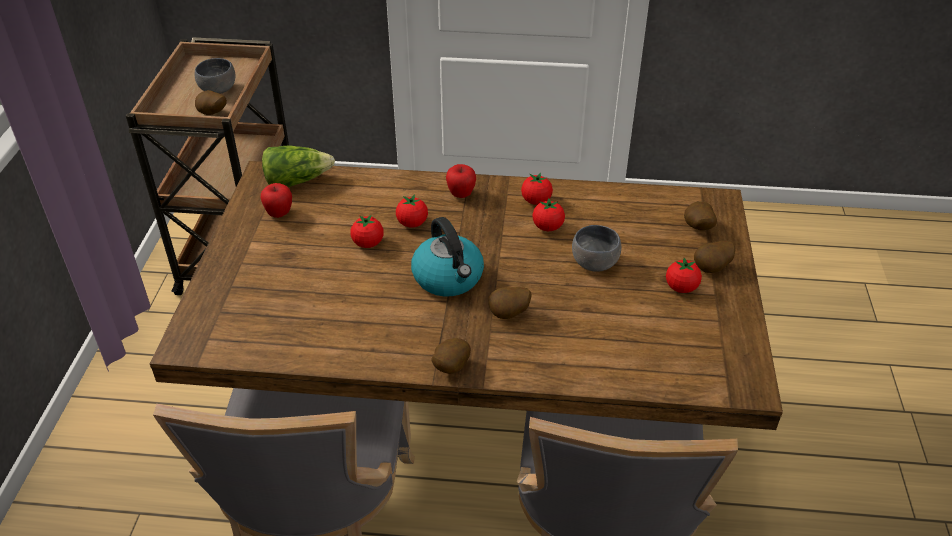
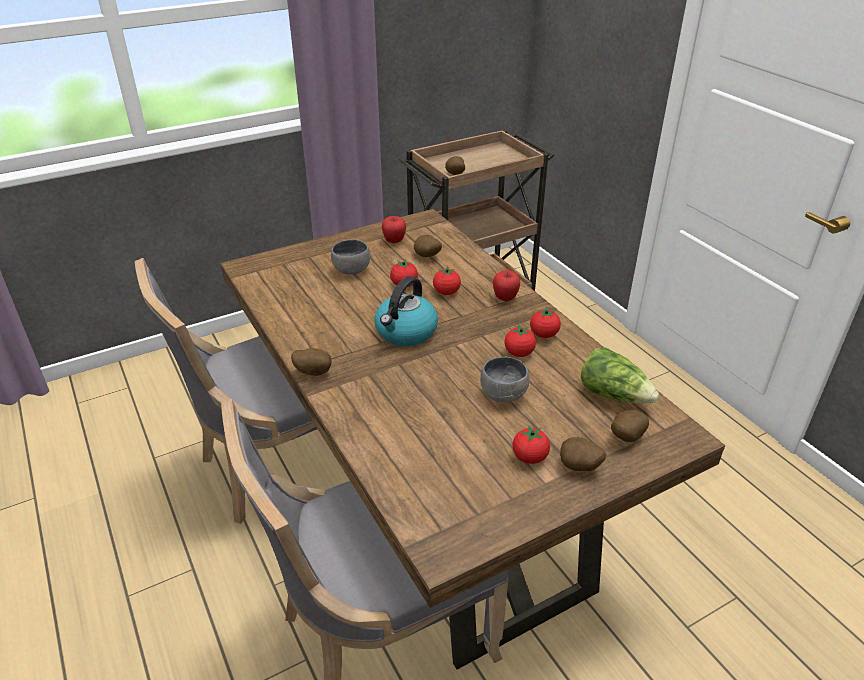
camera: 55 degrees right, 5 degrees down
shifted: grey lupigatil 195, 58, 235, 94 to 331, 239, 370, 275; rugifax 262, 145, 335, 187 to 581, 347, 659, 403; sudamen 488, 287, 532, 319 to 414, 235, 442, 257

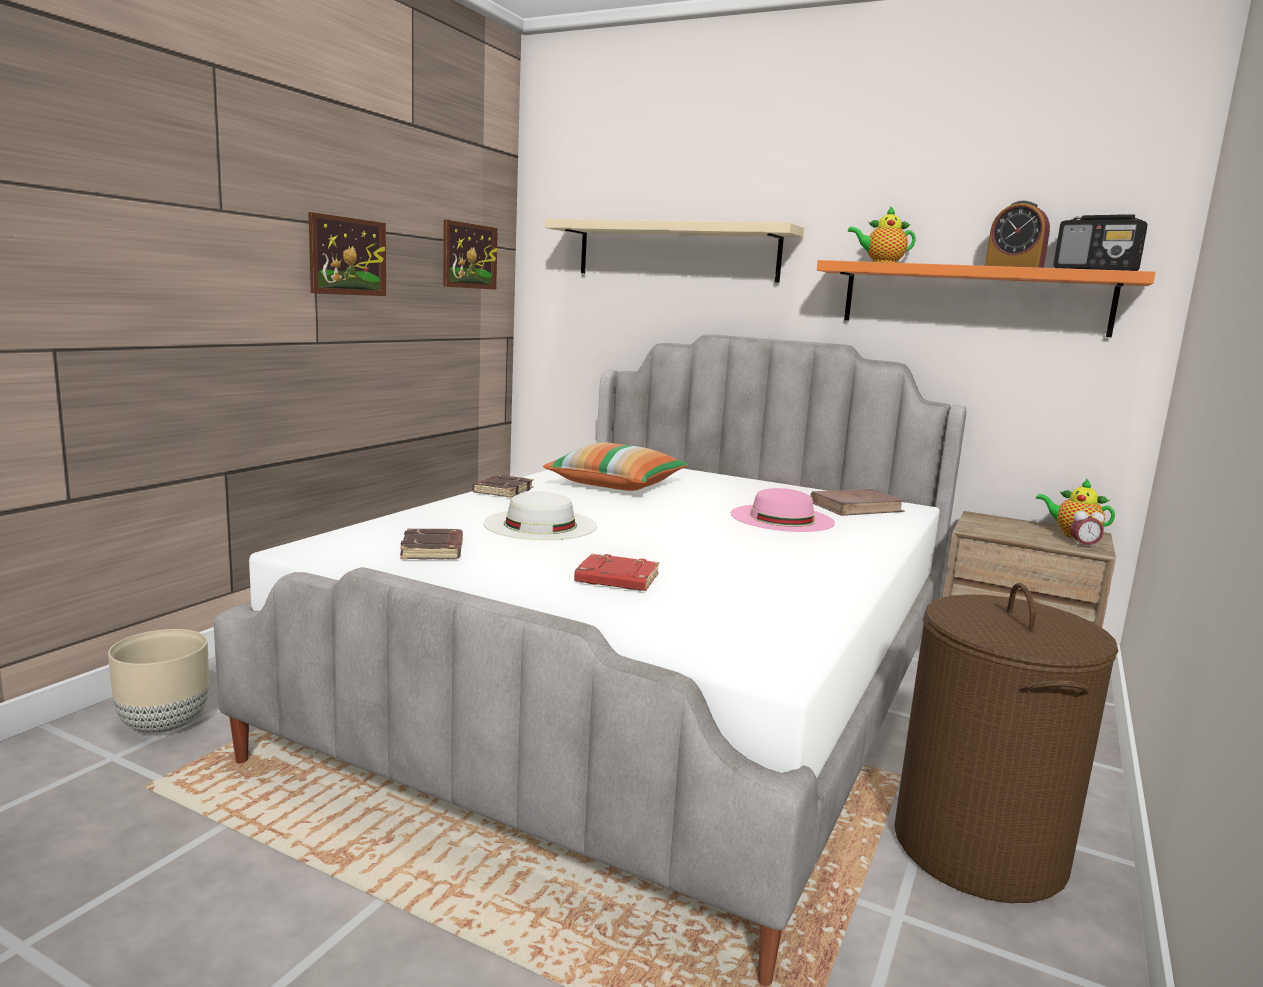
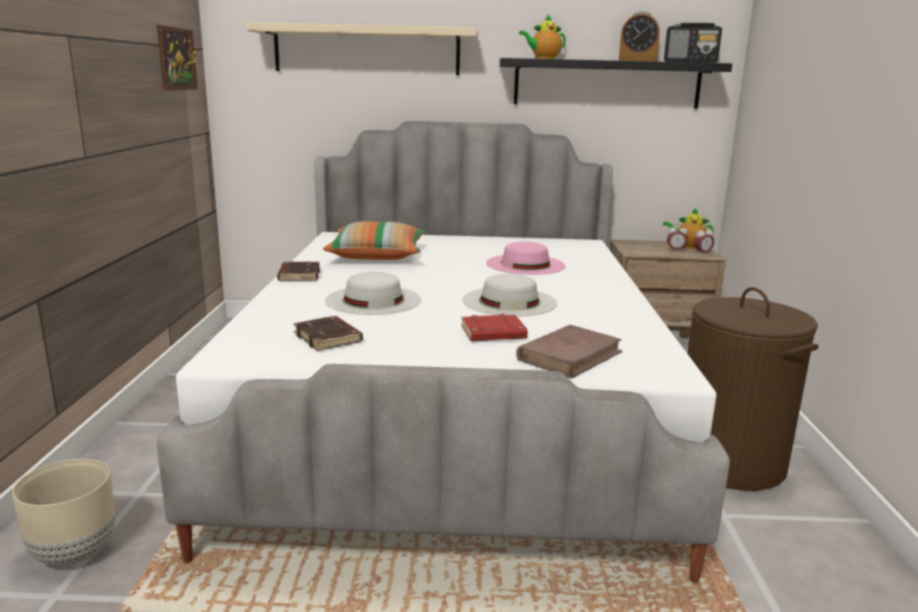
camera: 25 degrees left, 5 degrees up
gone: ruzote 308, 212, 386, 296
new: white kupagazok 463, 274, 557, 316; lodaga 667, 224, 688, 251
shifted: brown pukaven 810, 489, 905, 516 to 516, 325, 622, 379
repainted: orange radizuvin 817, 260, 1156, 337 to black radizuvin 499, 58, 732, 109

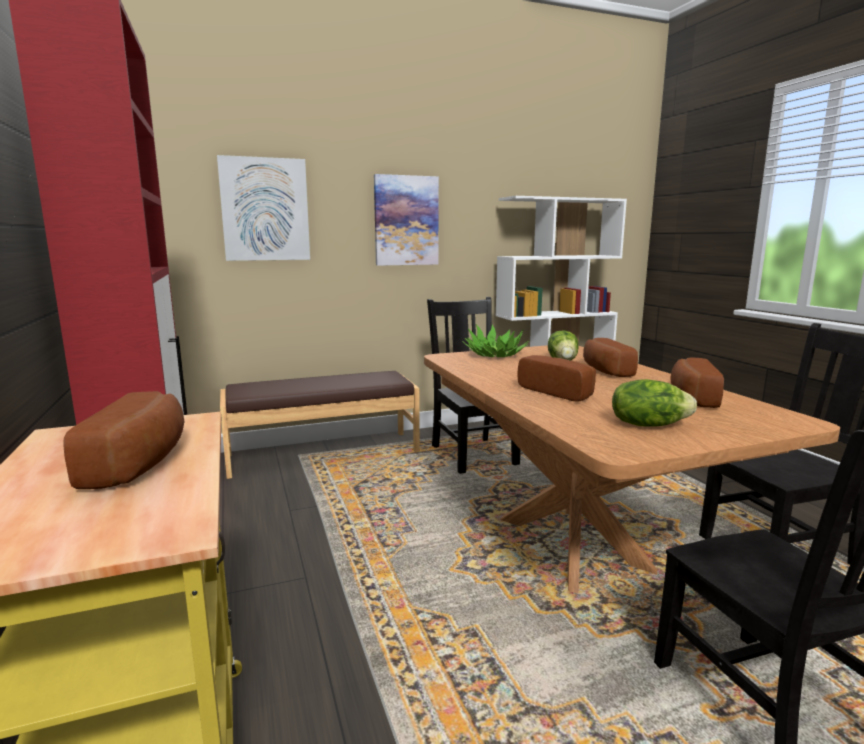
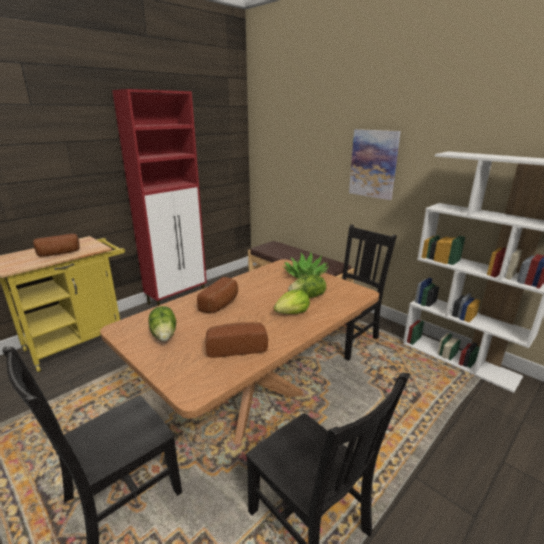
camera: 65 degrees right, 10 degrees up
gone: ruzote 217, 155, 310, 261
swapped: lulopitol 583, 338, 638, 377 to rugifax 274, 290, 310, 314

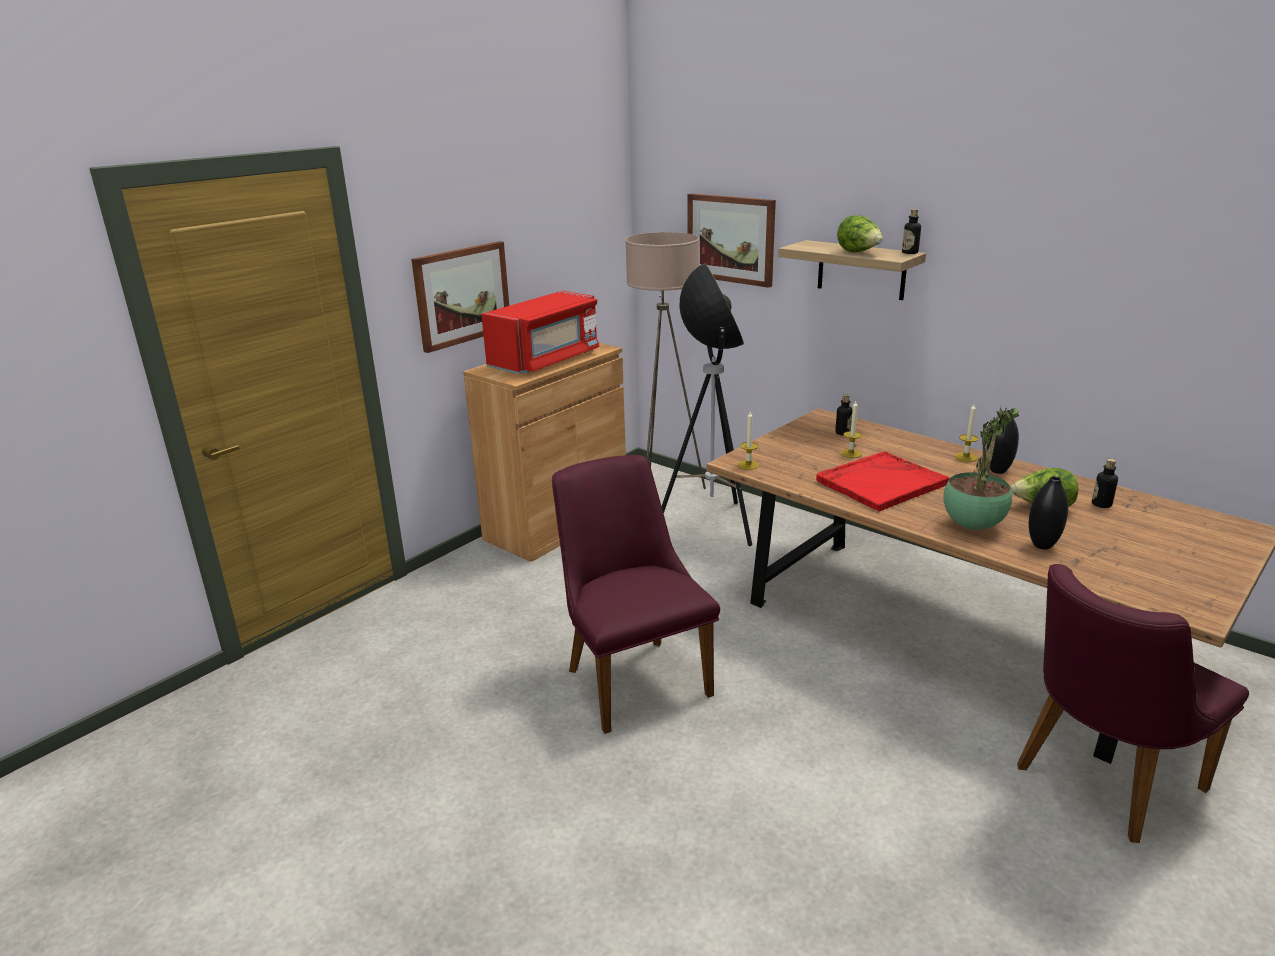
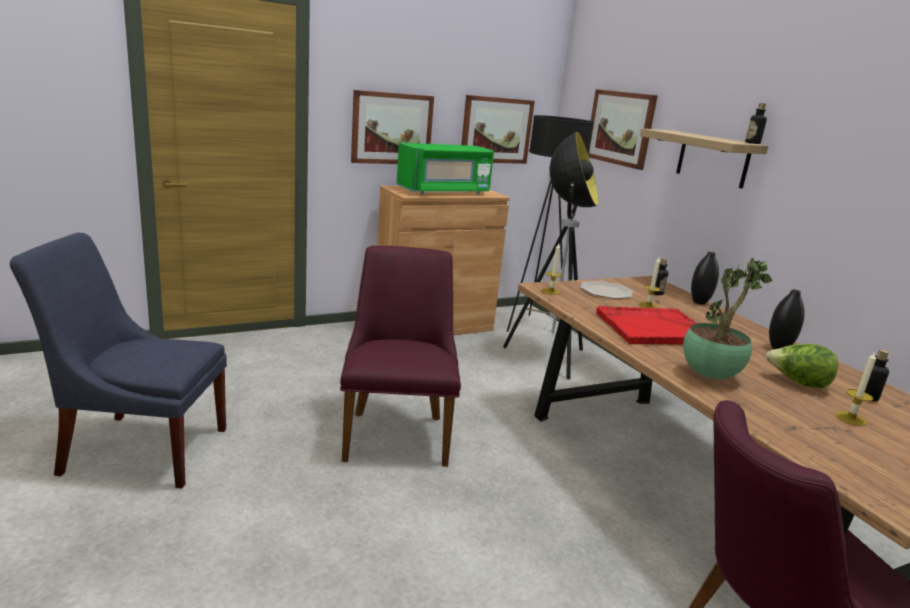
camera: 20 degrees right, 5 degrees down
gone: rugifax 837, 215, 883, 252
new: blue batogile 10, 232, 227, 488; ruzote 461, 95, 535, 164; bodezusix 580, 281, 633, 299
shifted: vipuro 955, 404, 979, 462 to 836, 352, 876, 426; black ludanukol 1029, 476, 1068, 549 to 691, 252, 719, 305
repainted: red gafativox 481, 291, 599, 374 to green gafativox 396, 143, 494, 194; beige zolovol 625, 232, 706, 489 to black zolovol 507, 115, 594, 332

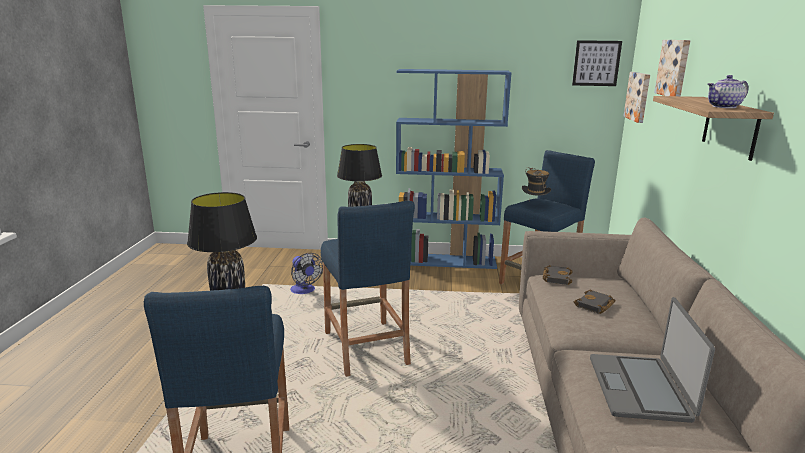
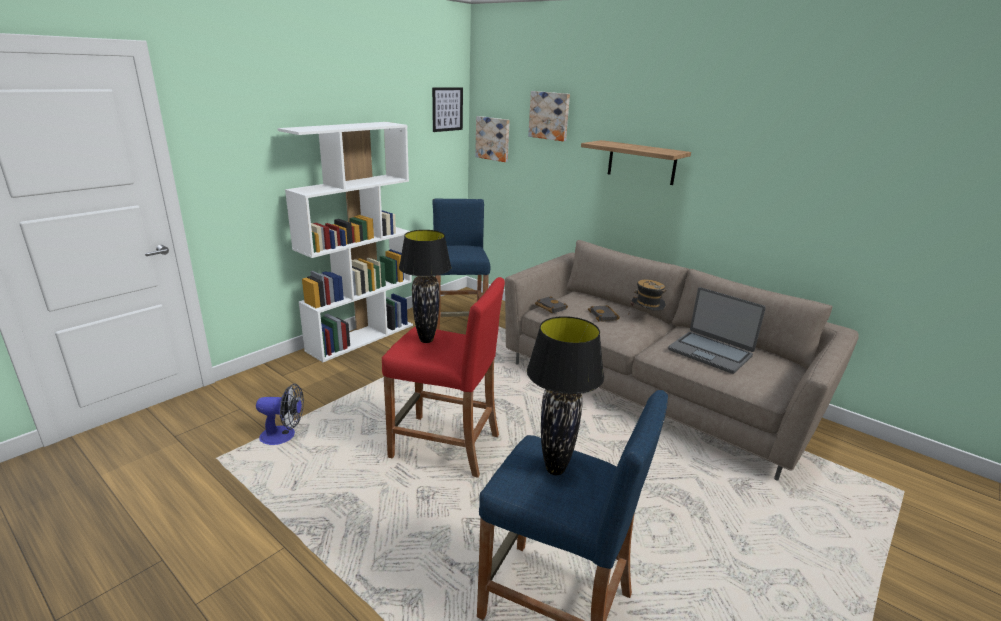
camera: 55 degrees left, 5 degrees up
gone: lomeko 707, 75, 748, 108
shifted: kupagazok 522, 167, 551, 196 to 629, 280, 667, 311
repainted: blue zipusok 321, 201, 415, 377 to red zipusok 382, 277, 505, 478; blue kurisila 396, 69, 512, 269 to white kurisila 278, 122, 413, 362

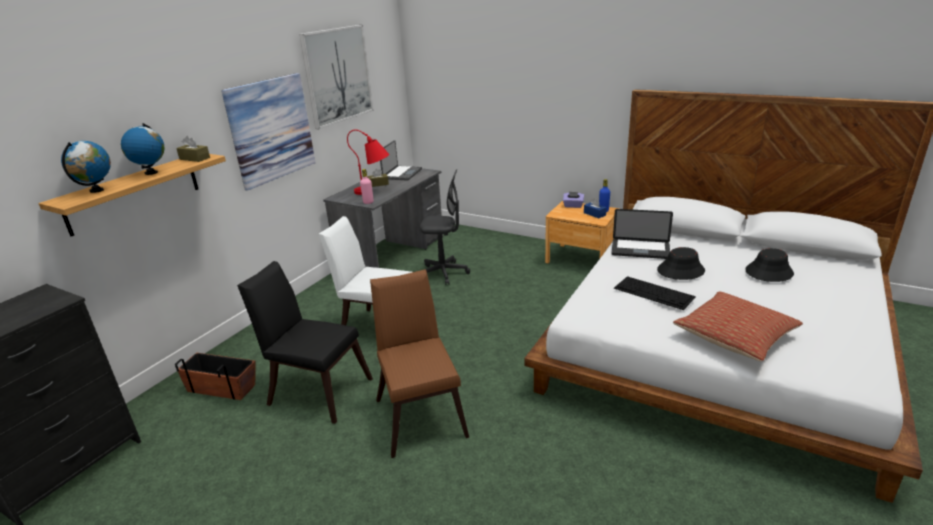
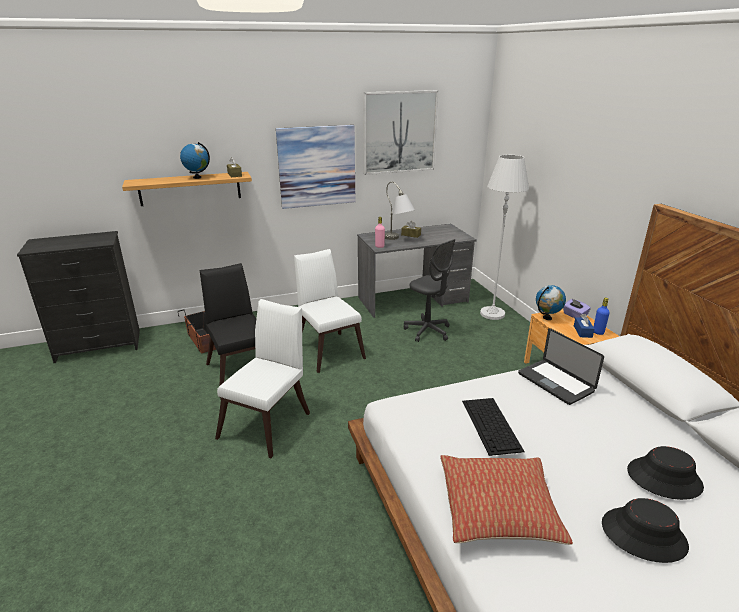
camera: 40 degrees right, 0 degrees up
gone: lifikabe 380, 140, 422, 181
new: white zolovol 480, 155, 529, 320
shifted: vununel 61, 141, 111, 193 to 536, 285, 566, 320; black kupagazok 657, 247, 705, 280 to 602, 498, 689, 563
repainted: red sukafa 347, 130, 389, 195 to grey sukafa 385, 182, 415, 240; brown batogile 370, 269, 469, 458 to white batogile 215, 299, 310, 458

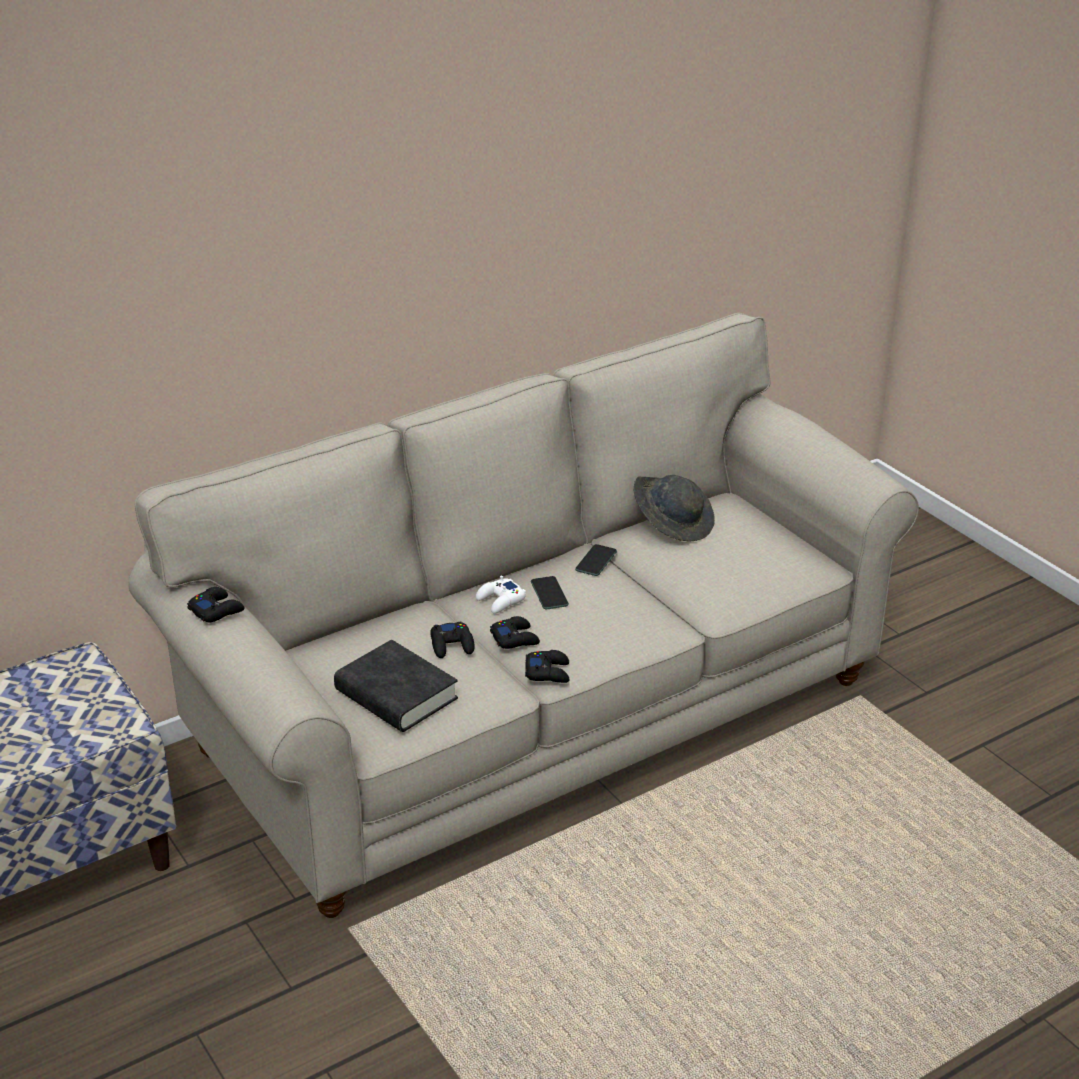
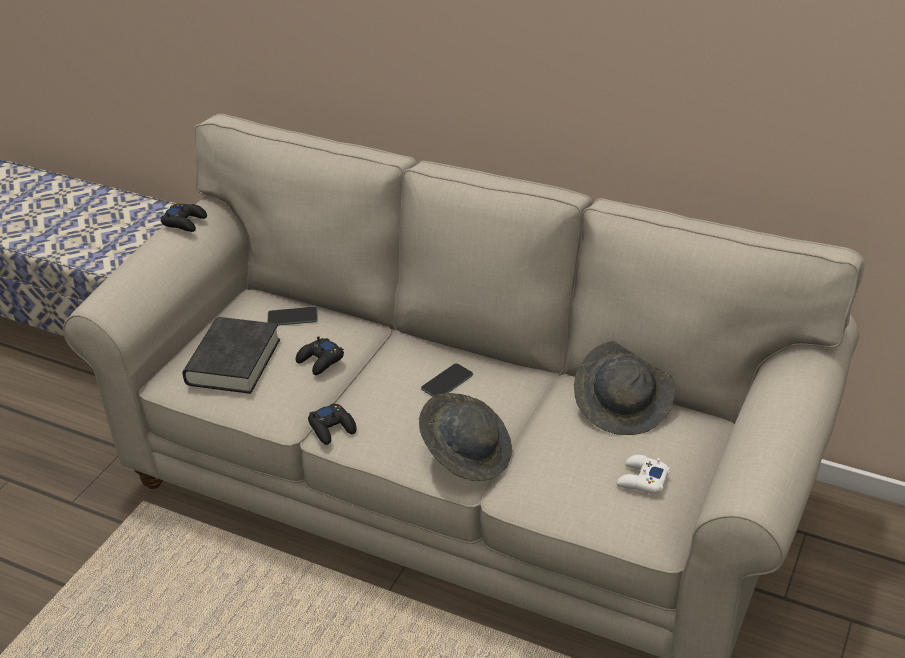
camera: 60 degrees right, 5 degrees up
gone: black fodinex 490, 616, 540, 649
new: grey kupagazok 419, 393, 512, 481
shifted: white fodinex 476, 576, 526, 614 to 617, 455, 670, 494; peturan 575, 544, 617, 576 to 268, 307, 317, 326

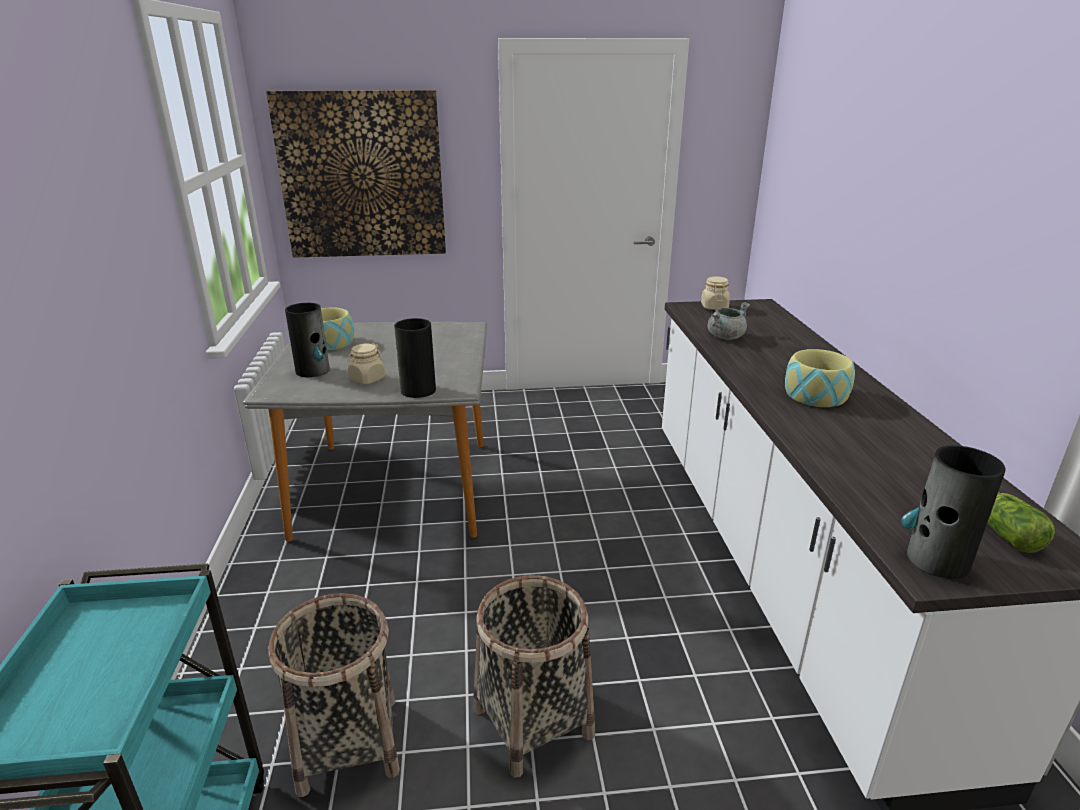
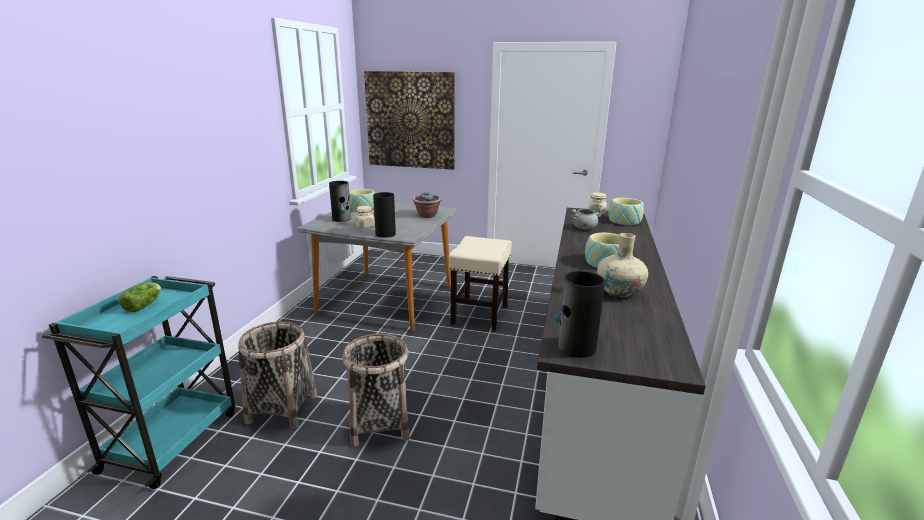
camera: 20 degrees right, 5 degrees down
new: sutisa 412, 193, 442, 218; beige zipusok 449, 236, 512, 331; beige ludanukol 597, 233, 648, 298; lupigatil 608, 198, 644, 225
shifted: rugifax 987, 493, 1055, 553 to 119, 282, 161, 312

